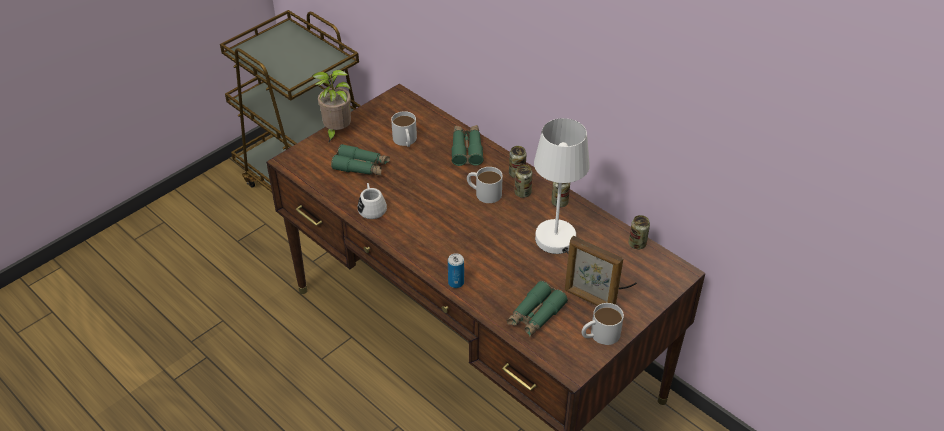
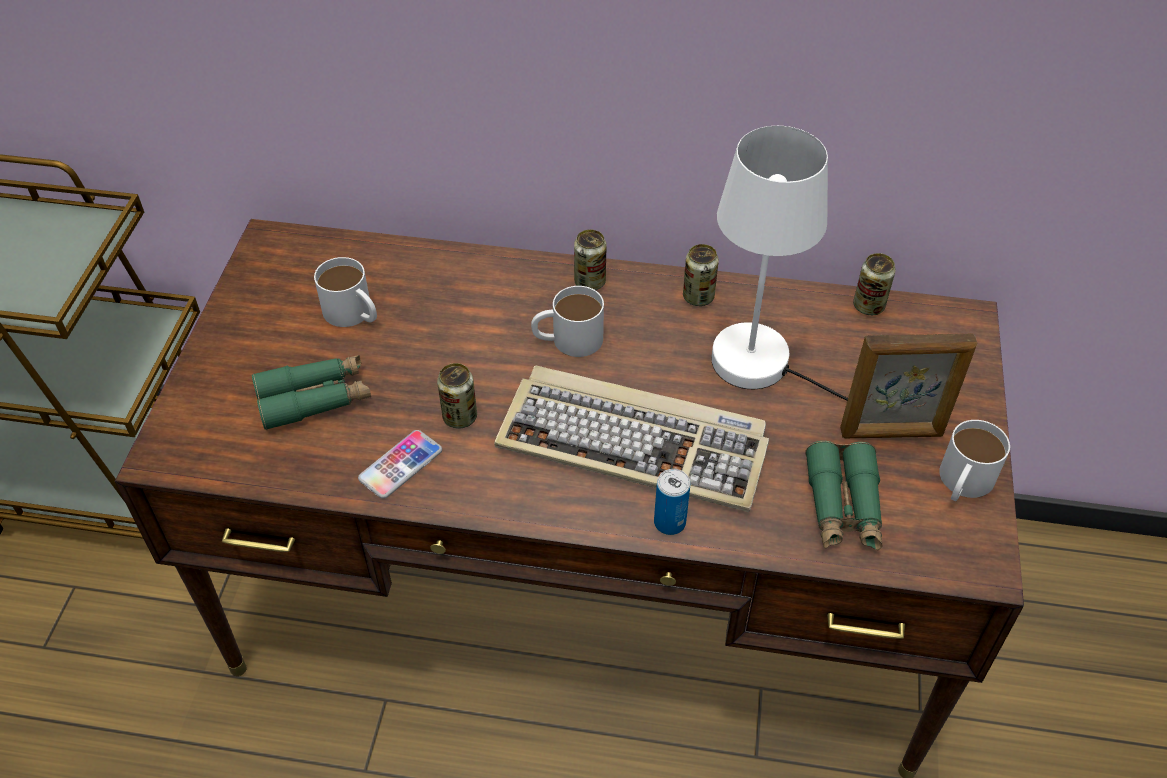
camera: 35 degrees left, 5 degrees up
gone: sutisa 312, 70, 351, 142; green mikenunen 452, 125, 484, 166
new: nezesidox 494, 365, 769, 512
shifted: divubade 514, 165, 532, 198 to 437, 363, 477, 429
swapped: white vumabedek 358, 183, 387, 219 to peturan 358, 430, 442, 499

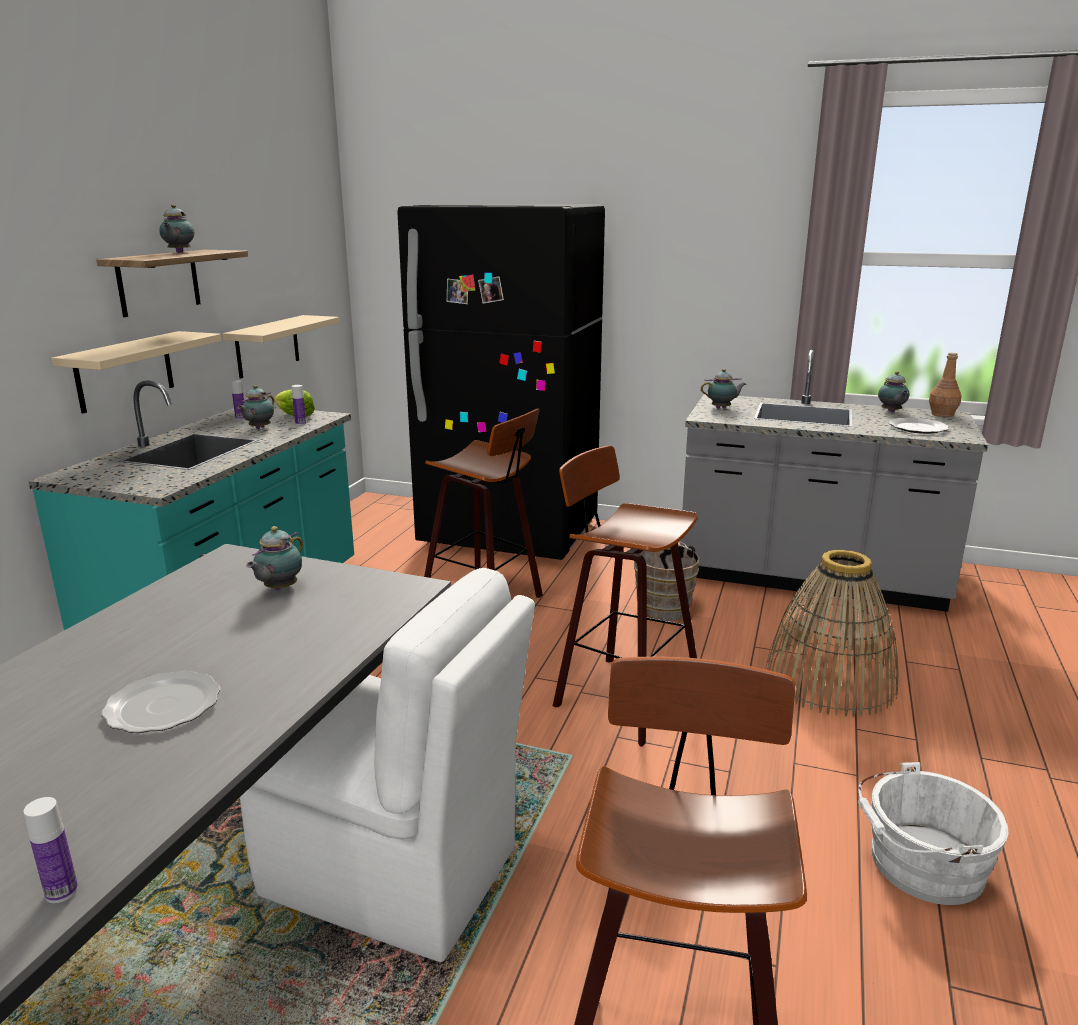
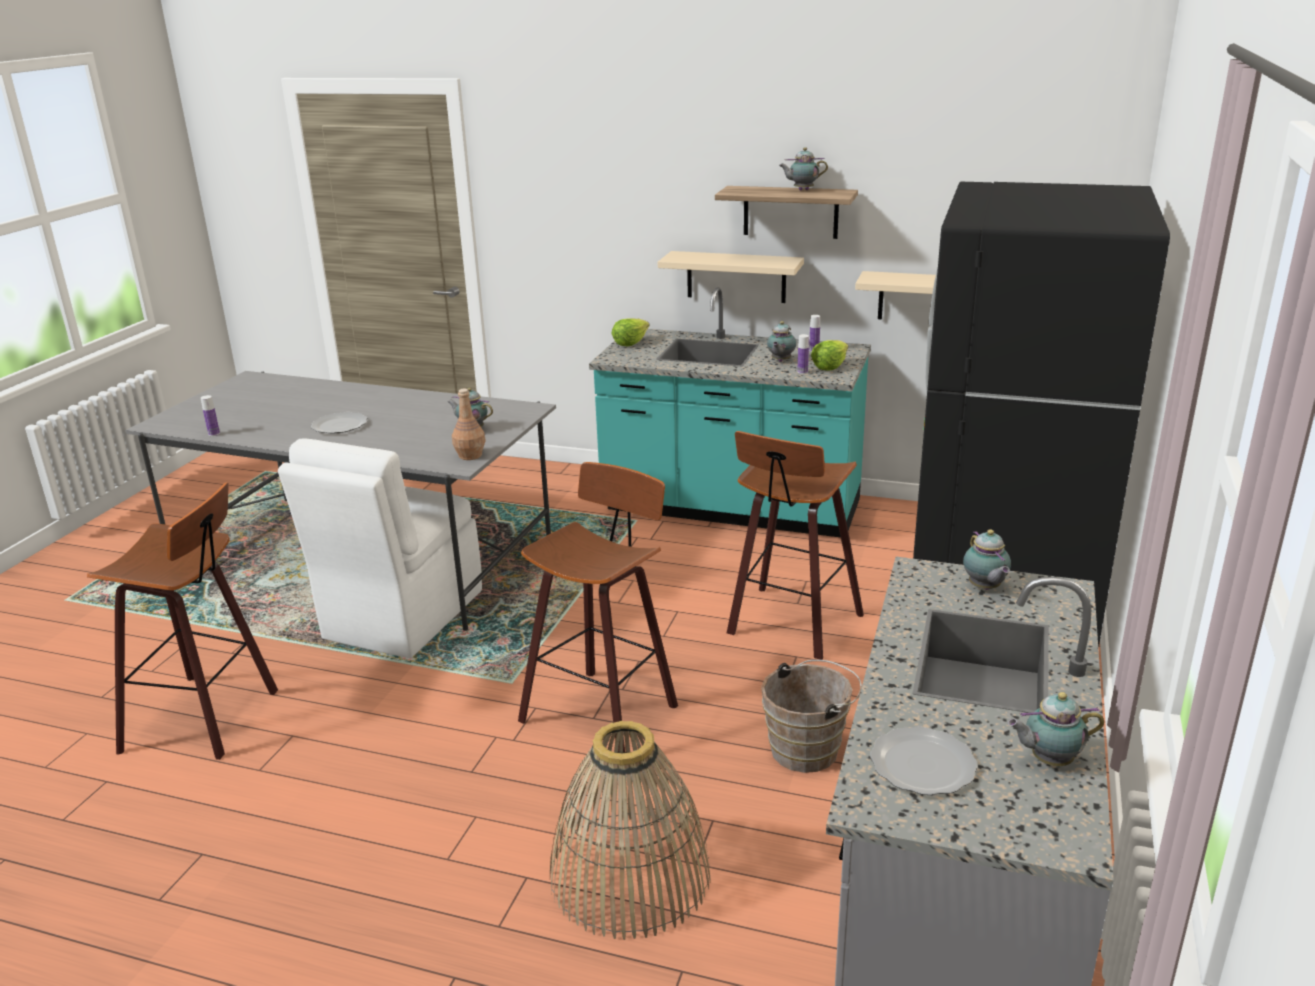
camera: 90 degrees right, 5 degrees up
gone: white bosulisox 858, 762, 1008, 905
new: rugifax 612, 318, 649, 346
shifted: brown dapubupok 929, 352, 962, 417 to 452, 389, 486, 460
rotated: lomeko 237, 385, 274, 429 = 767, 321, 796, 362 90 degrees counterclockwise

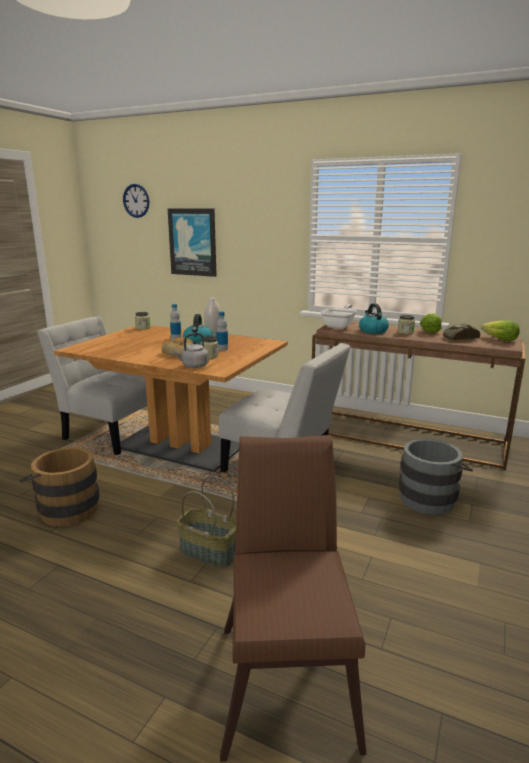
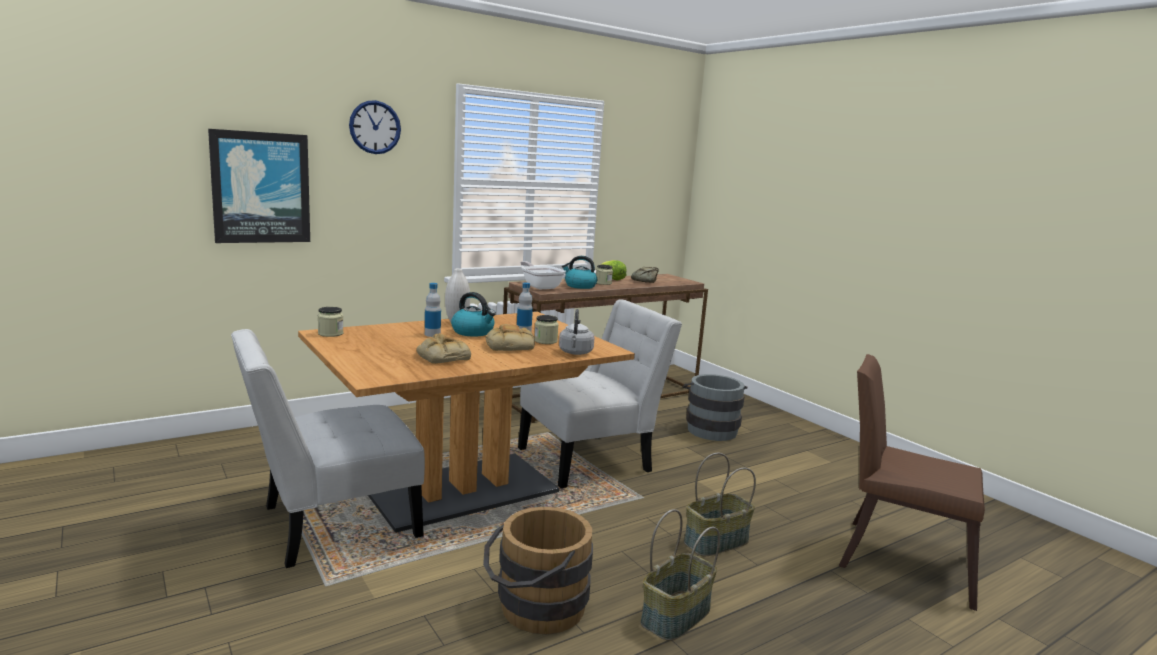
camera: 60 degrees left, 5 degrees down
gone: rugifax 481, 320, 520, 341
new: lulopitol 416, 333, 471, 364; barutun 641, 509, 720, 641
shifted: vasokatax 123, 184, 149, 218 to 349, 100, 401, 154

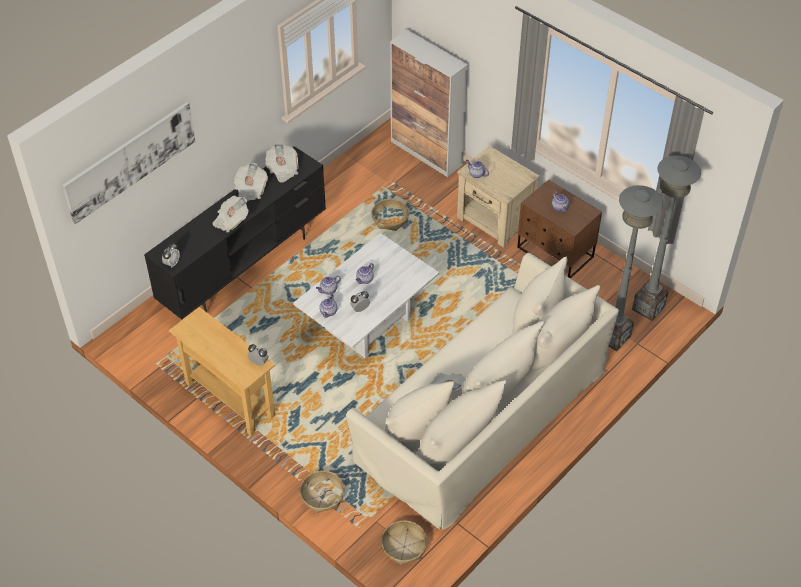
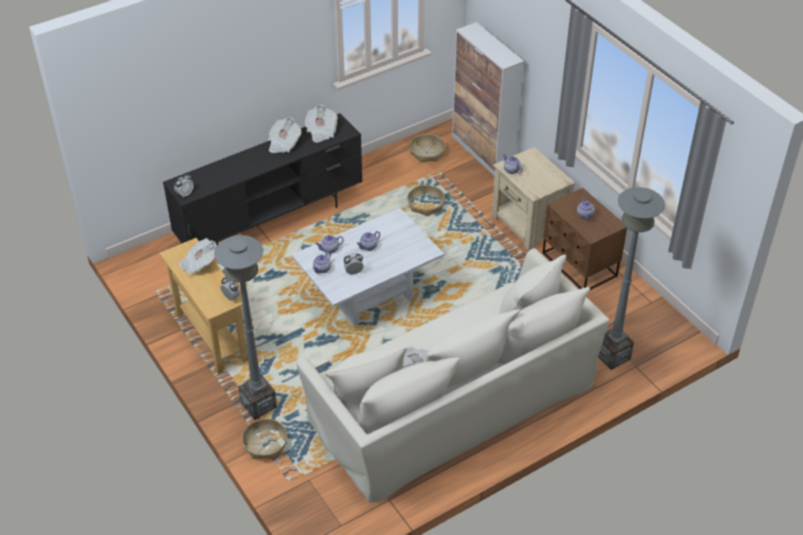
camera: 15 degrees right, 5 degrees down
gone: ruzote 62, 102, 195, 224
shifted: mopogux 212, 195, 248, 232 to 179, 238, 217, 275; barutun 381, 521, 427, 565 to 409, 134, 445, 162; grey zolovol 632, 155, 701, 321 to 214, 235, 277, 420

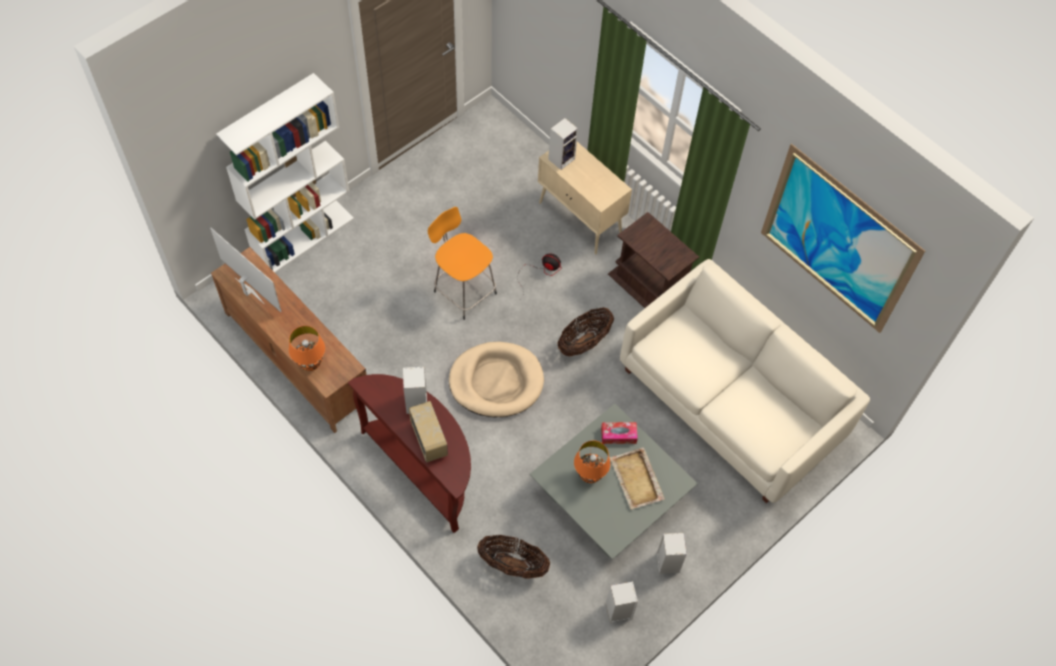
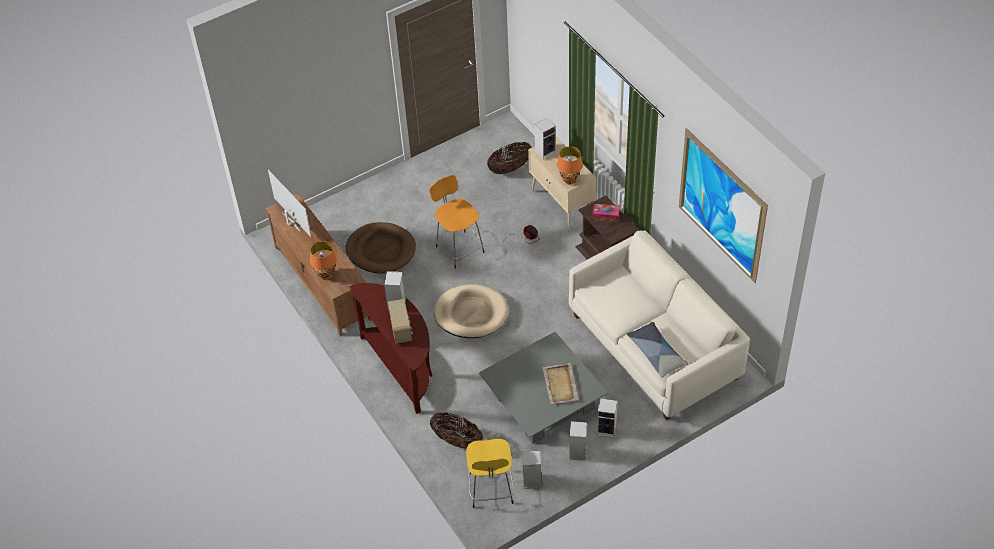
camera: 15 degrees right, 10 degrees down
gone: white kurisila 216, 73, 354, 273
new: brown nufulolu 345, 222, 416, 273; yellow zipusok 466, 439, 514, 508; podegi 597, 398, 617, 438; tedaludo 627, 322, 688, 378
shifted: barutun 558, 307, 614, 356 to 487, 142, 532, 174; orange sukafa 574, 441, 610, 483 to 557, 146, 583, 185; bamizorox 601, 422, 638, 444 to 593, 204, 620, 222

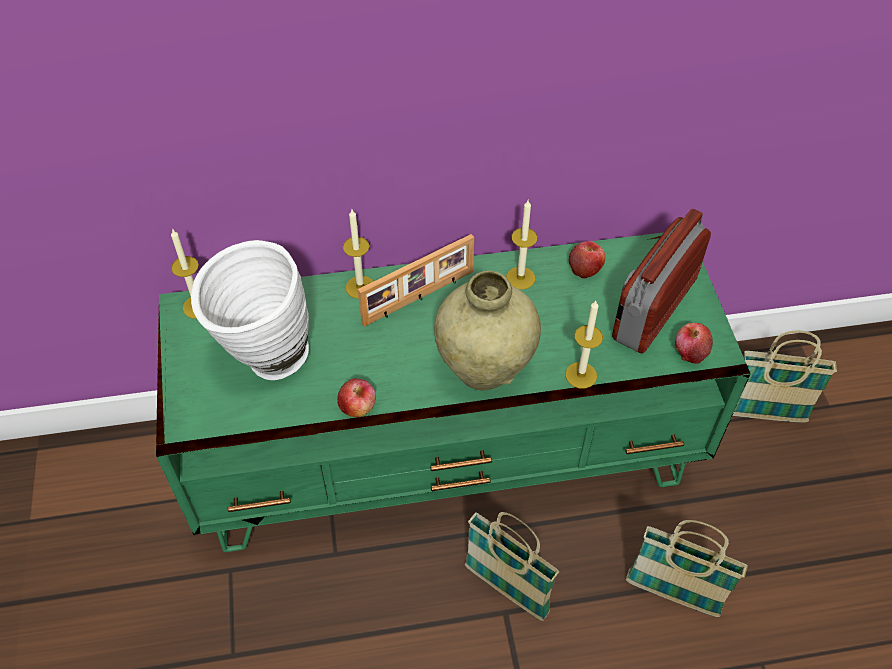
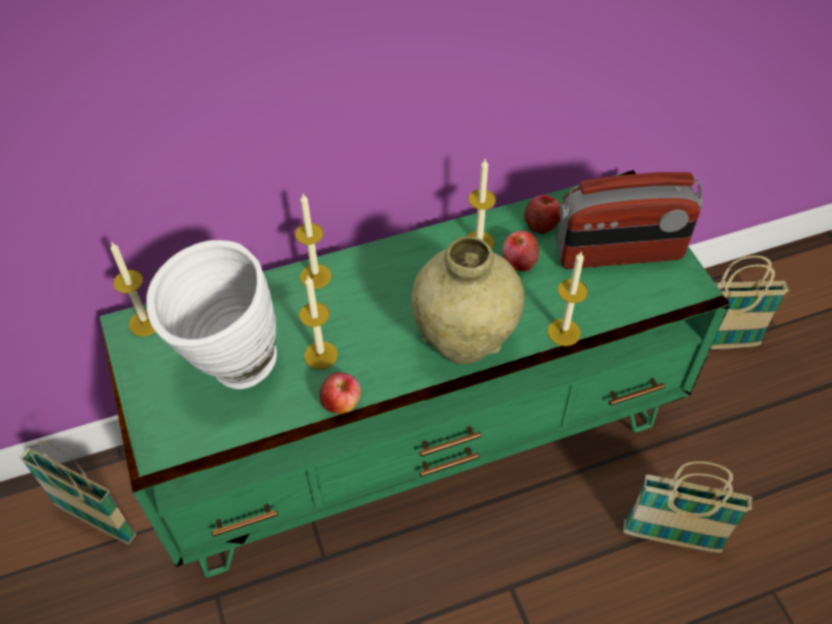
camera: 10 degrees left, 0 degrees up
gone: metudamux 358, 234, 474, 327
new: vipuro 299, 276, 338, 369
shifted: barutun 465, 512, 559, 621 to 19, 441, 136, 545; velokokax 675, 323, 713, 364 to 503, 231, 539, 272
rotated: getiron 612, 209, 711, 353 = 556, 172, 703, 269 120 degrees counterclockwise

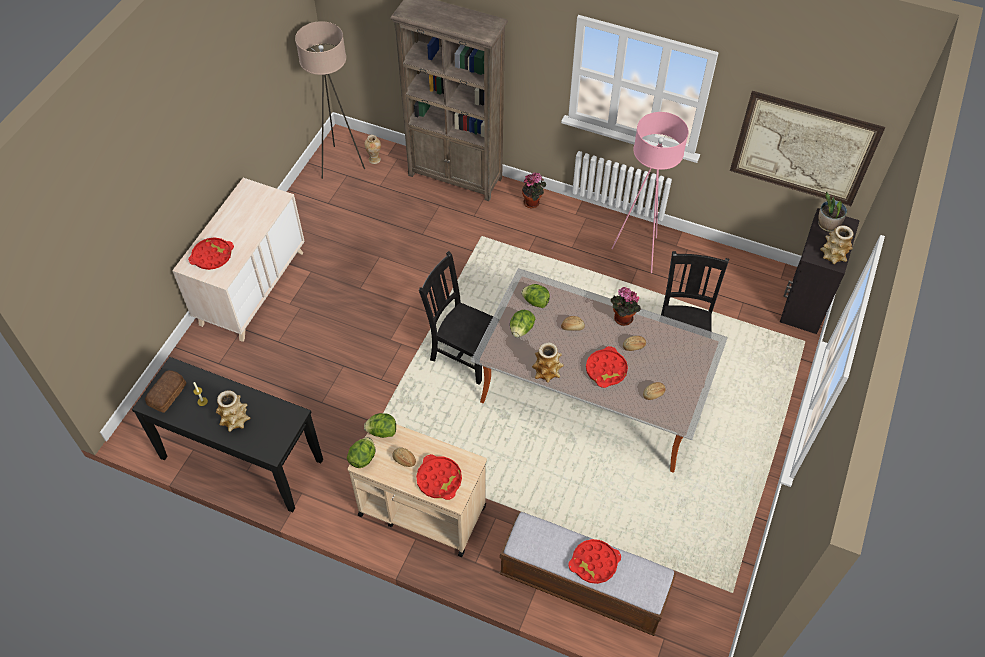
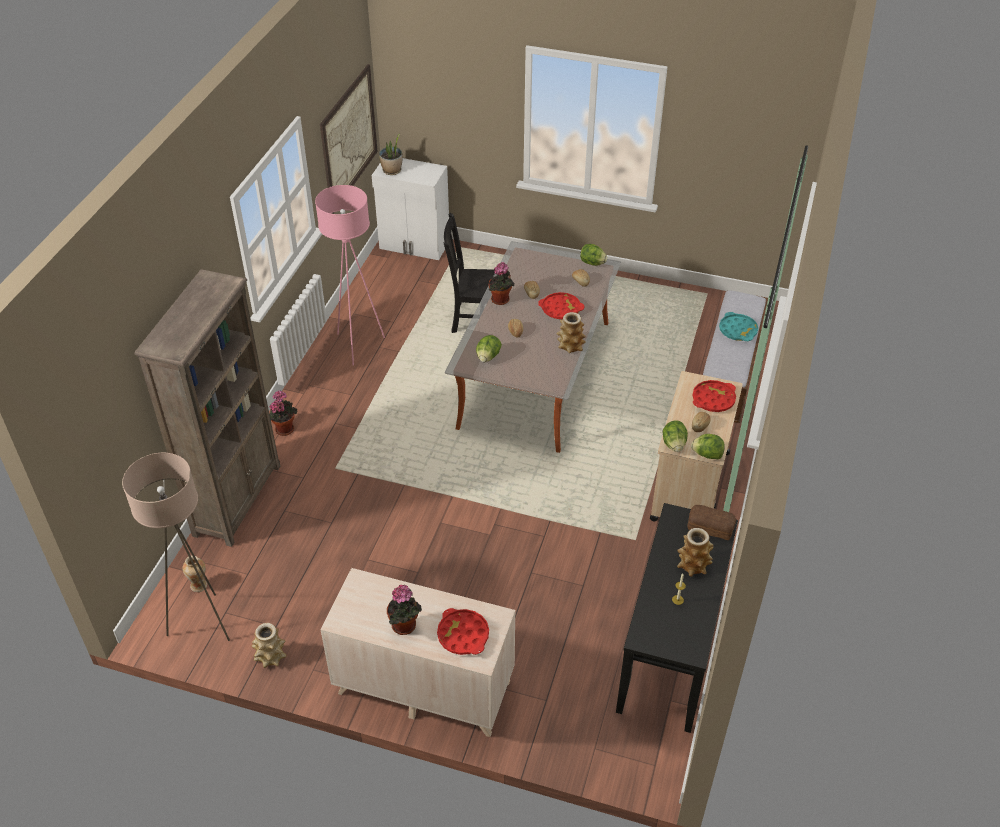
camera: 95 degrees left, 10 degrees down
gone: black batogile 419, 251, 493, 385
new: sutisa 387, 585, 422, 635
shifted: lulopitol 145, 370, 186, 413 to 687, 505, 736, 540; rugifax 510, 310, 536, 338 to 580, 244, 607, 266; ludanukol 820, 225, 853, 264 to 252, 623, 286, 668
repainted: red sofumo 568, 539, 621, 584 to turquoise sofumo 719, 312, 758, 341; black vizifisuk 780, 208, 860, 334 to white vizifisuk 372, 158, 449, 260

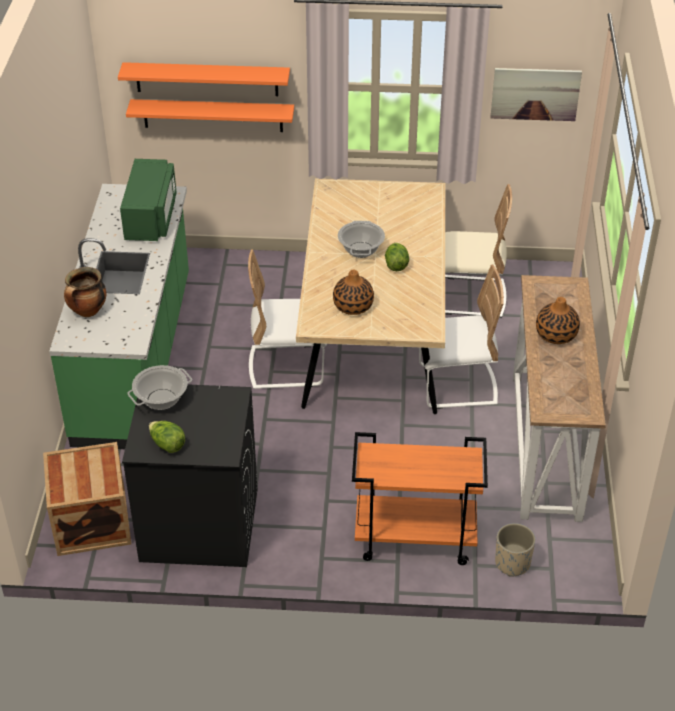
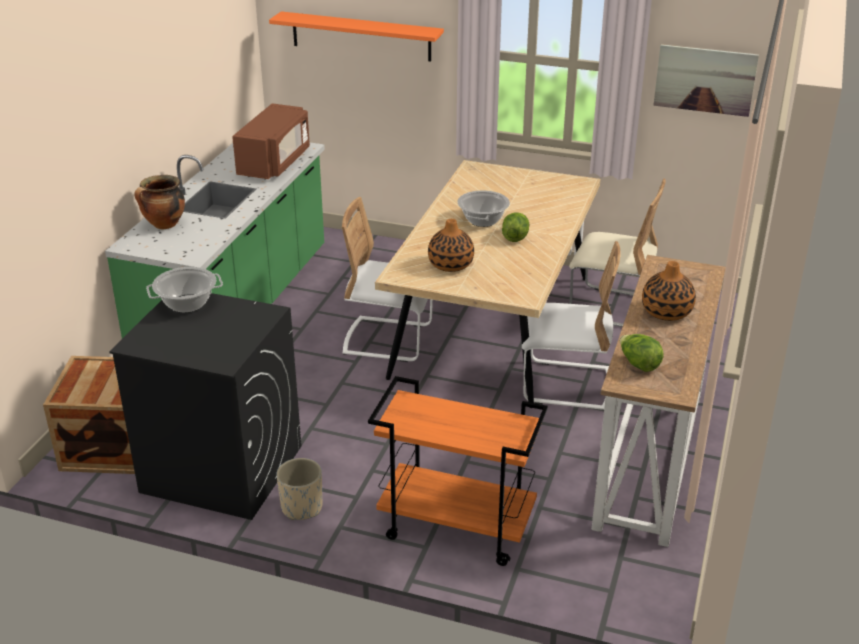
camera: 15 degrees right, 10 degrees down
gone: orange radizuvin 126, 99, 294, 132
shifted: rugifax 149, 421, 185, 453 to 620, 334, 663, 372; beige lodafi 495, 523, 535, 577 to 276, 458, 322, 520
repainted: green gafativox 120, 159, 176, 241 to brown gafativox 232, 103, 310, 179

